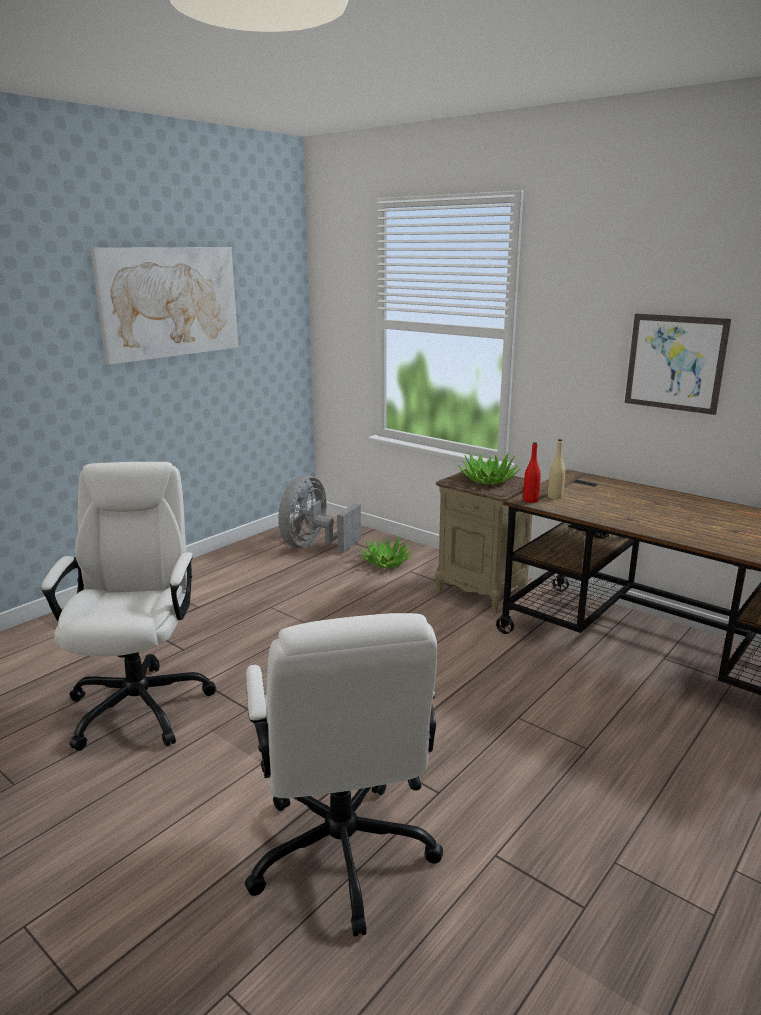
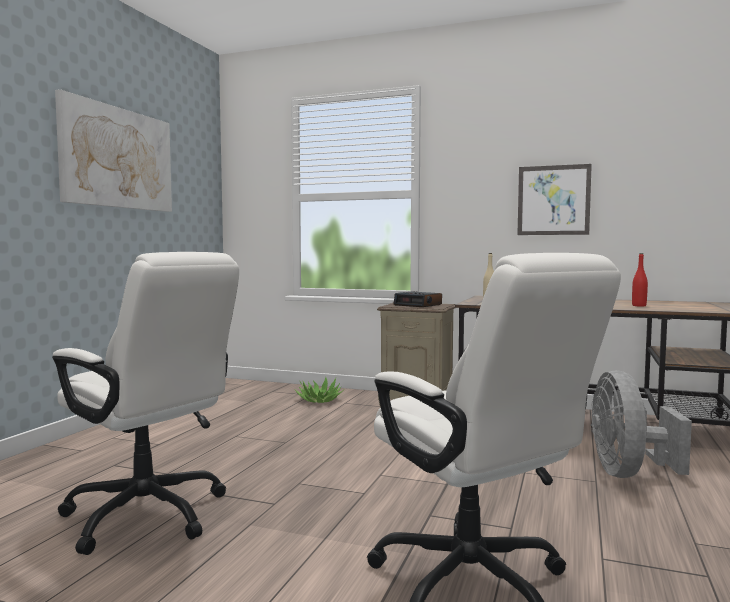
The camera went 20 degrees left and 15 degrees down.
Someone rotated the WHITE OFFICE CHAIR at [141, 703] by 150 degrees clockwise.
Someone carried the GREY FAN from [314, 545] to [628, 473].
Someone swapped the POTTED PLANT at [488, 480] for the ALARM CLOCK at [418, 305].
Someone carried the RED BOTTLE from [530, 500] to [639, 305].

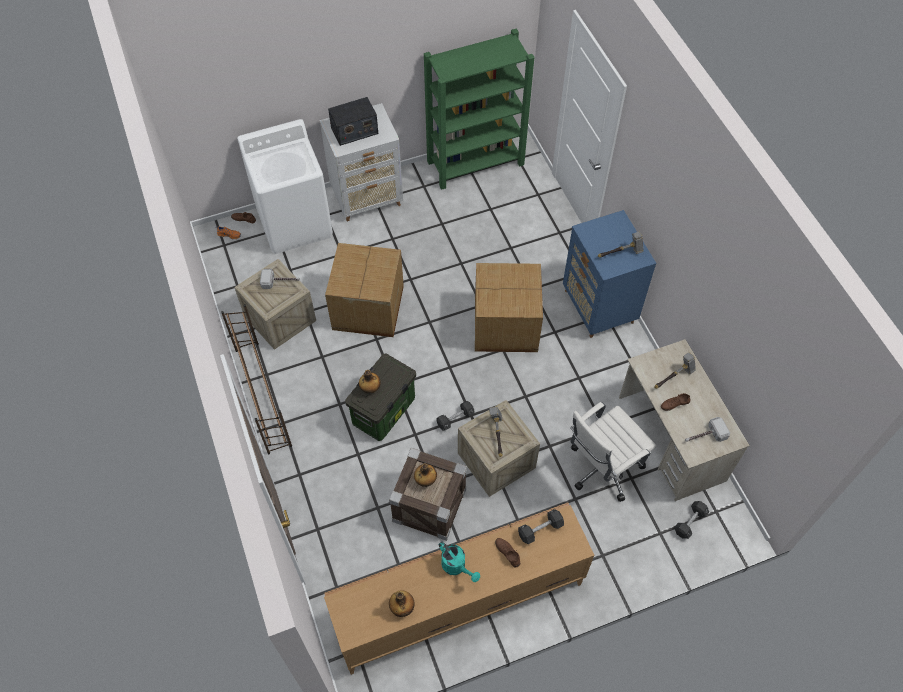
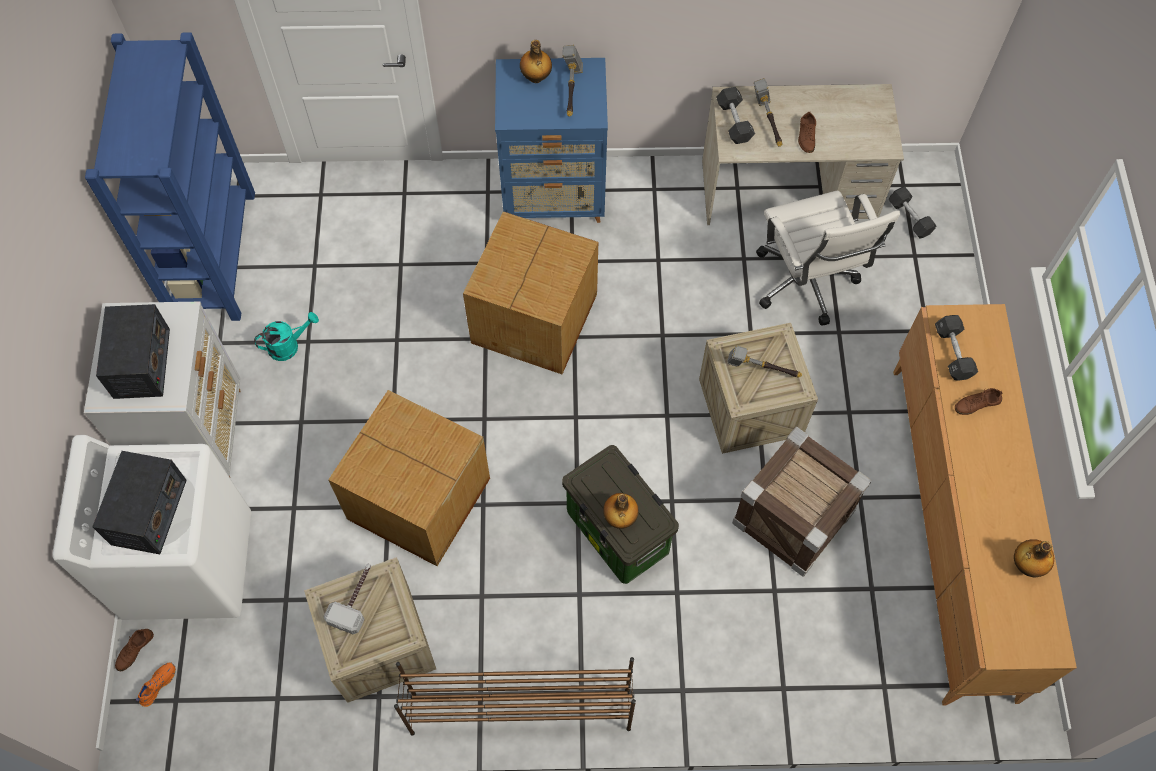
The camera went 70 degrees left and 5 degrees up.
Someone carried the BOTTLE from [425, 480] to [536, 78].
Someone repainted the GREEN BOOKCASE at [475, 163], which became the BLUE BOOKCASE at [213, 255].
Someone carried the BLACK DUMBBELL from [455, 419] to [734, 122].
Someone carried the TURQUOISE WATERING CAN from [457, 567] to [289, 345].
Someone took away the HAMMER at [704, 436].
Someone put down the RADIO at [149, 512].

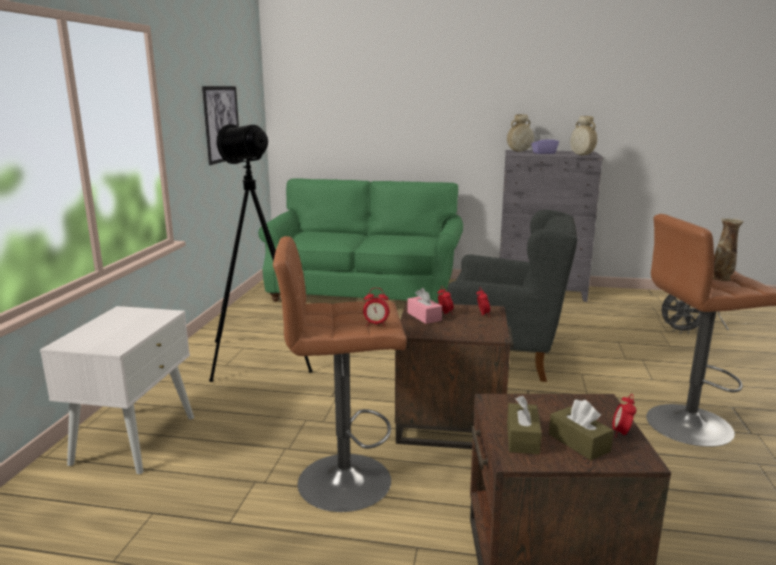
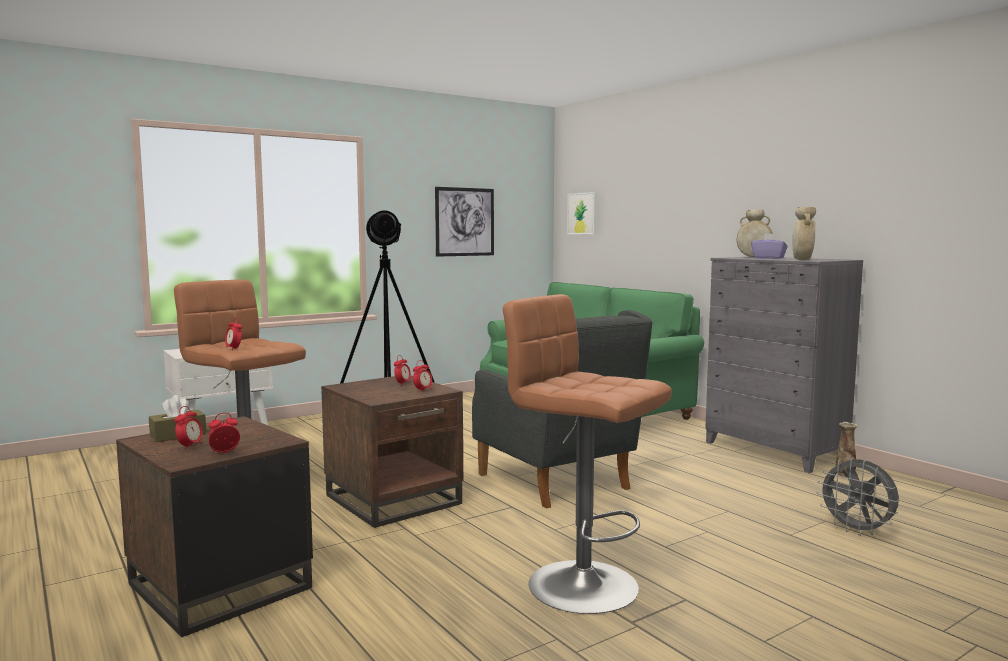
The camera went 45 degrees right and 10 degrees down.
Someone took away the PINK TISSUE BOX at [424, 316].
Someone swapped the BROWN TISSUE BOX at [579, 442] for the ALARM CLOCK at [190, 446].
Someone carried the VASE from [721, 278] to [845, 475].
Someone put up the PICTURE at [582, 213].

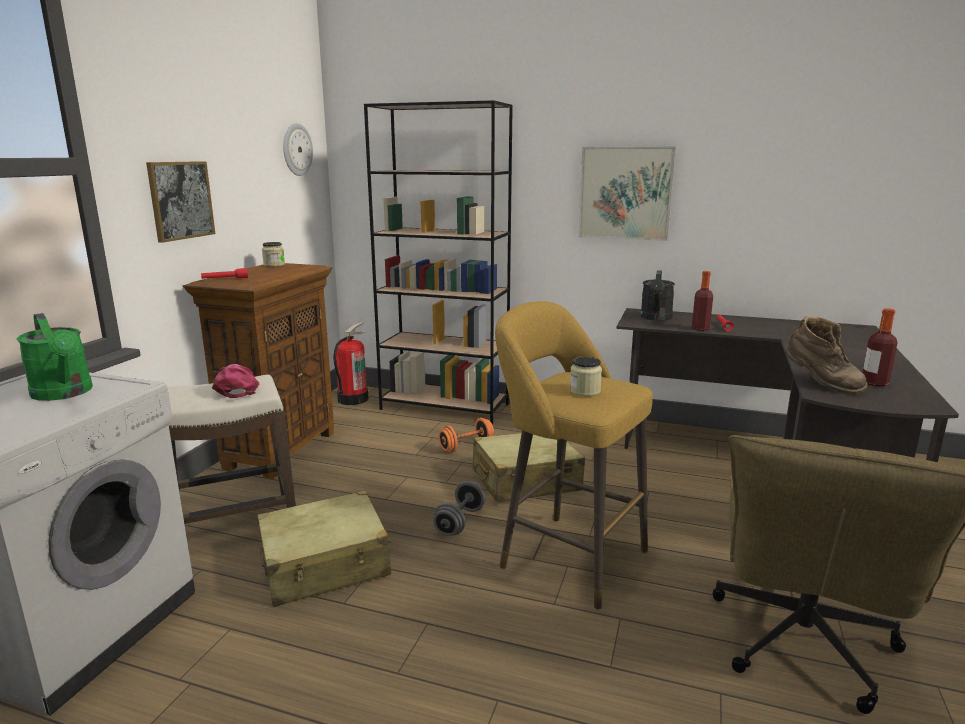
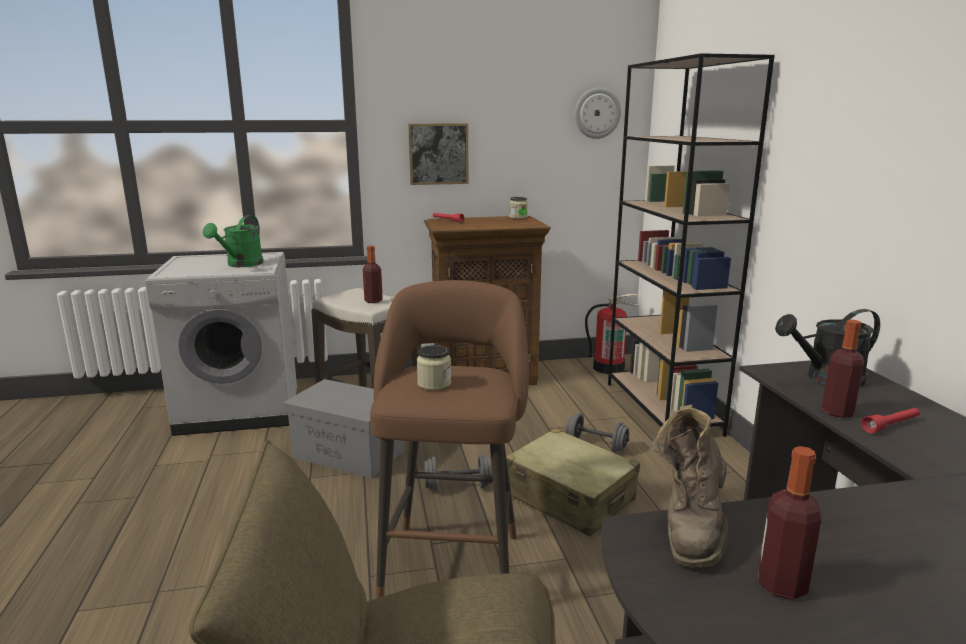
The camera went 60 degrees right and 0 degrees up.
Someone swapped the PINK CAP at [237, 389] for the BOTTLE at [373, 301].
Someone swapped the BEIGE SUITCASE at [325, 565] for the GREY STORAGE BOX at [350, 453].
Someone repainted the ORANGE DUMBBELL at [466, 447], which became the GREY DUMBBELL at [596, 445].
Someone repainted the YELLOW STOOL at [566, 555], which became the BROWN STOOL at [453, 562].
Someone took away the PICTURE at [625, 193].

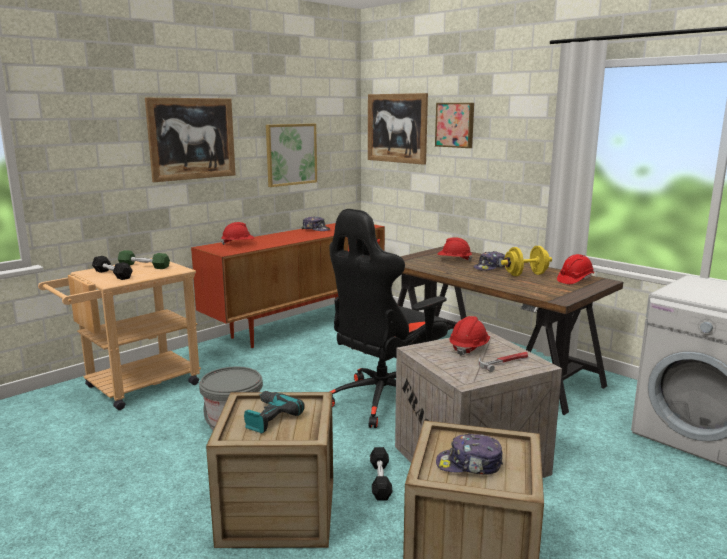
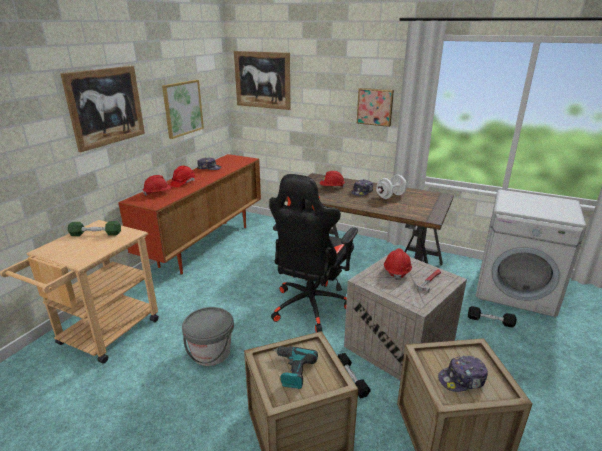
The camera went 20 degrees left and 10 degrees up.
Someone carried the BLACK DUMBBELL from [112, 274] to [490, 321].
Someone carried the PICTURE from [455, 125] to [375, 106].
Someone repainted the YELLOW DUMBBELL at [525, 275], which became the WHITE DUMBBELL at [390, 196].
Someone carried the RED HARD HAT from [574, 280] to [183, 183].

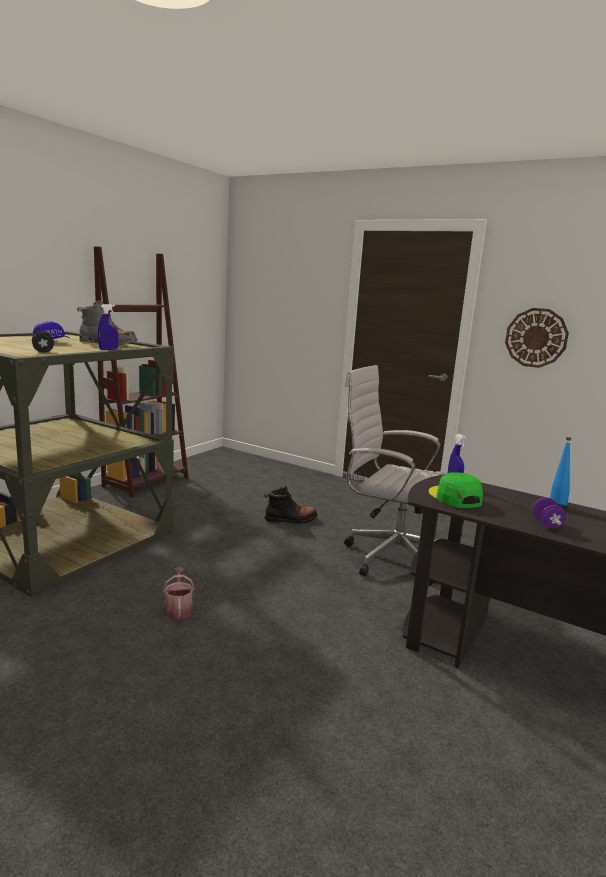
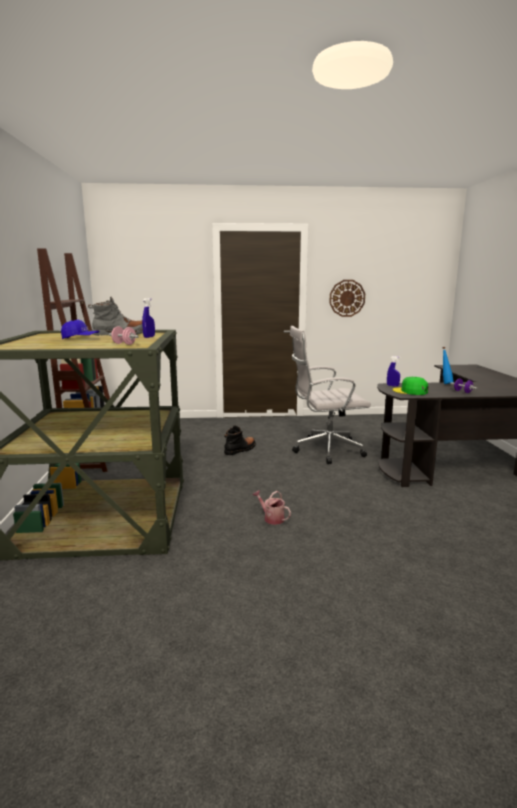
The camera went 35 degrees left and 0 degrees up.
Someone repainted the BLACK DUMBBELL at [43, 351], which became the PINK DUMBBELL at [124, 344].

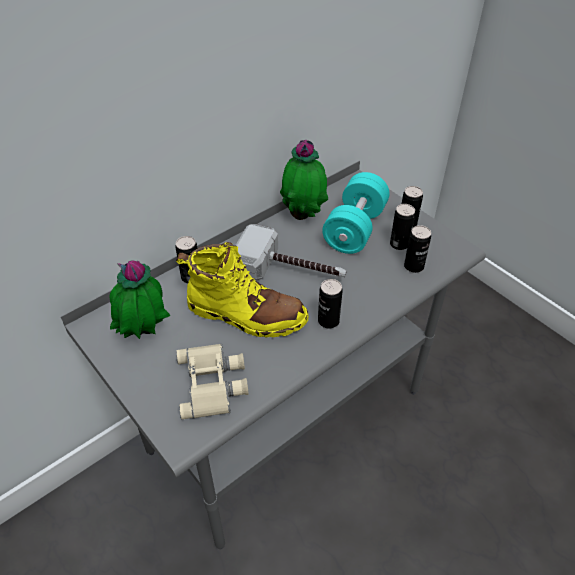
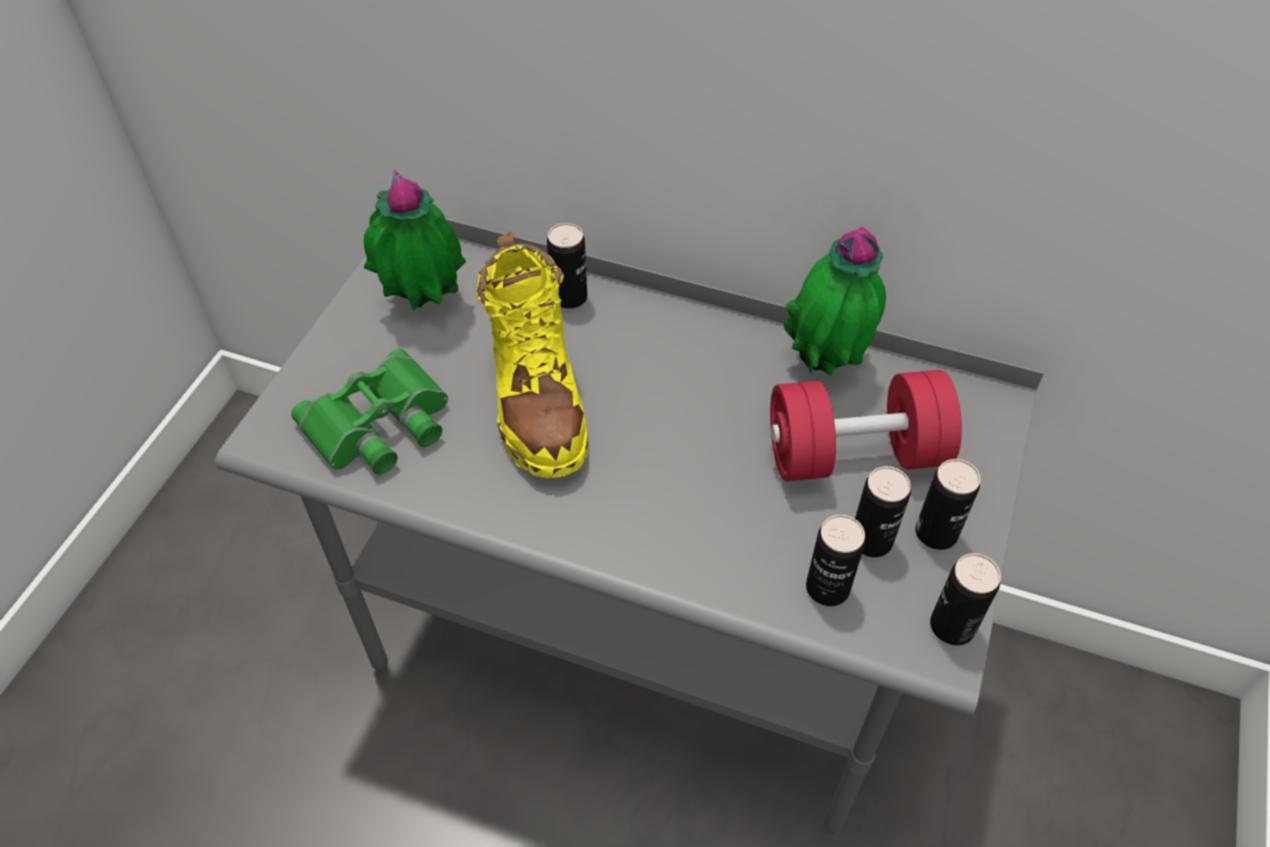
The camera went 60 degrees right and 5 degrees up.
Someone repainted the BEIGE BINOCULARS at [213, 383], which became the GREEN BINOCULARS at [380, 425].
Someone took away the HAMMER at [290, 270].
Someone carried the CAN from [328, 321] to [952, 626].
Someone repainted the TURQUOISE DUMBBELL at [355, 229], which became the RED DUMBBELL at [854, 454].

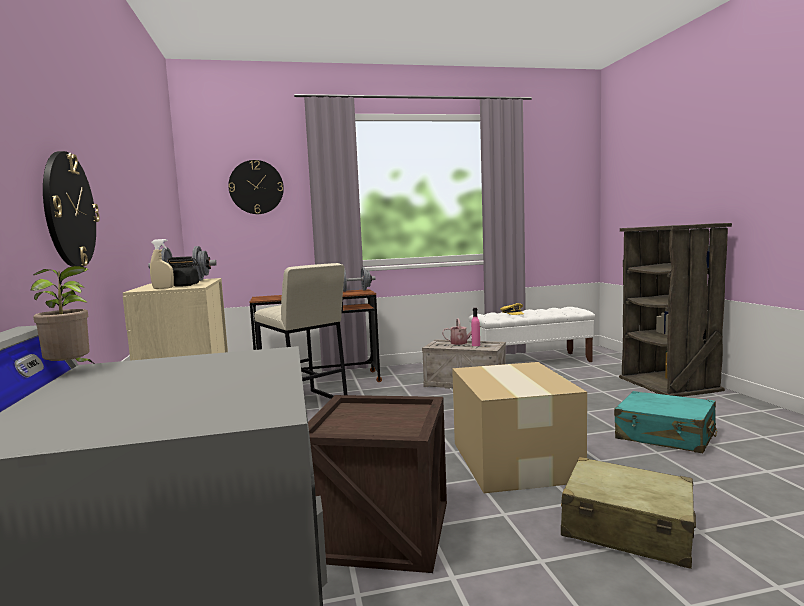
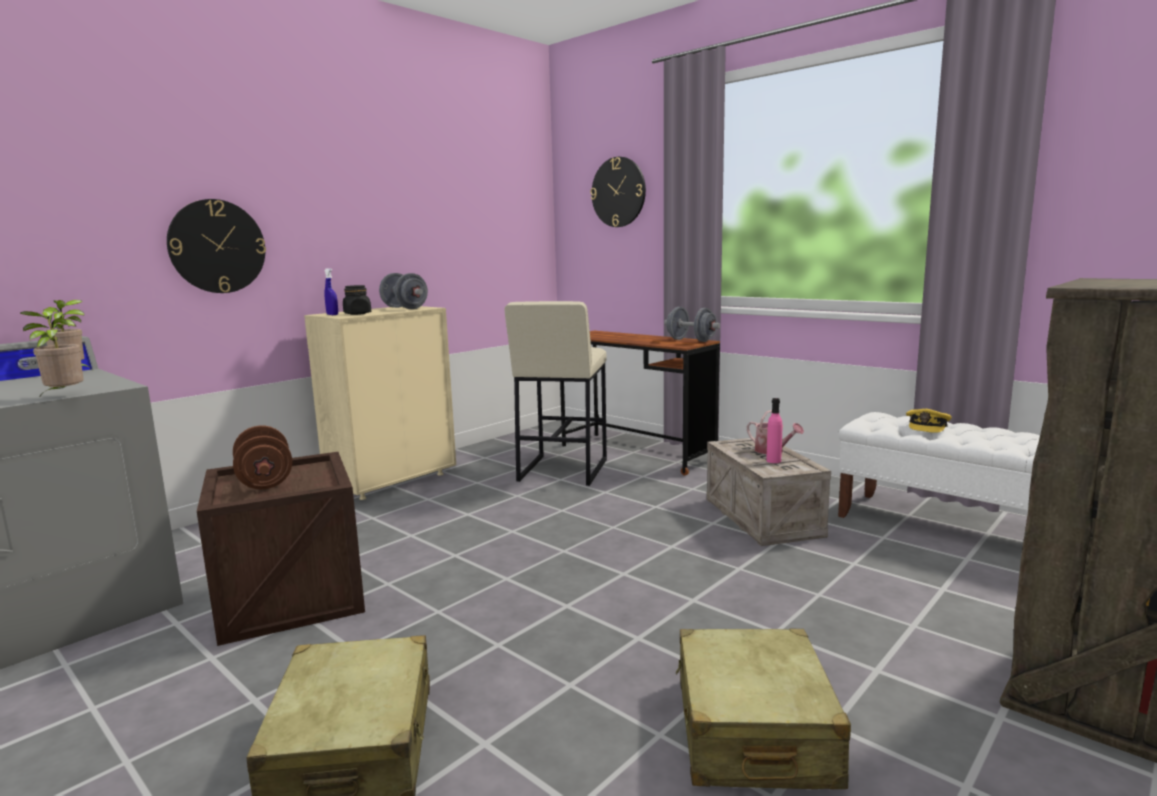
The camera went 55 degrees right and 5 degrees up.
Someone repainted the BEIGE SPRAY BOTTLE at [163, 288], which became the BLUE SPRAY BOTTLE at [332, 315].
Someone took away the CARDBOARD BOX at [514, 460].
Someone repainted the TURQUOISE SUITCASE at [665, 436], which became the BEIGE SUITCASE at [753, 732].
Someone put down the POTTED PLANT at [63, 396].
Someone put down the BROWN DUMBBELL at [265, 481].

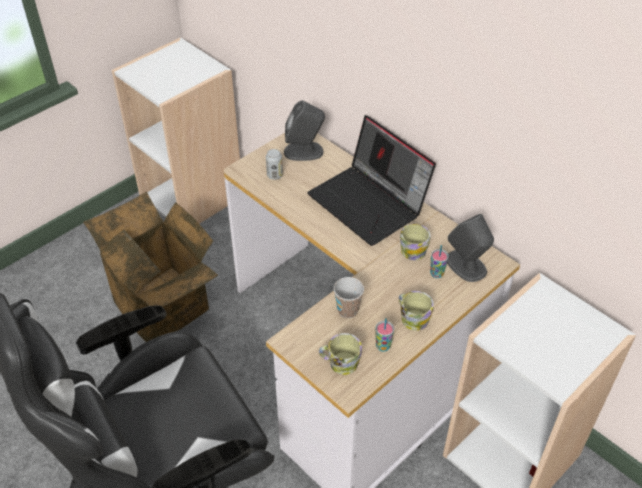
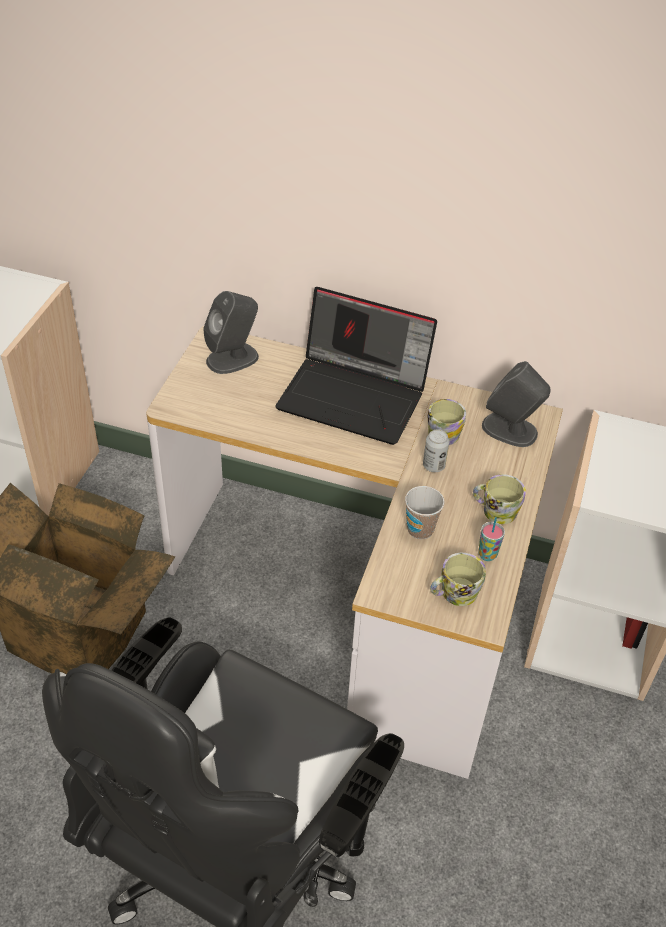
The camera went 30 degrees left and 0 degrees up.
Someone carried the CAN from [274, 175] to [433, 466].
Someone took away the CUP at [436, 274].

